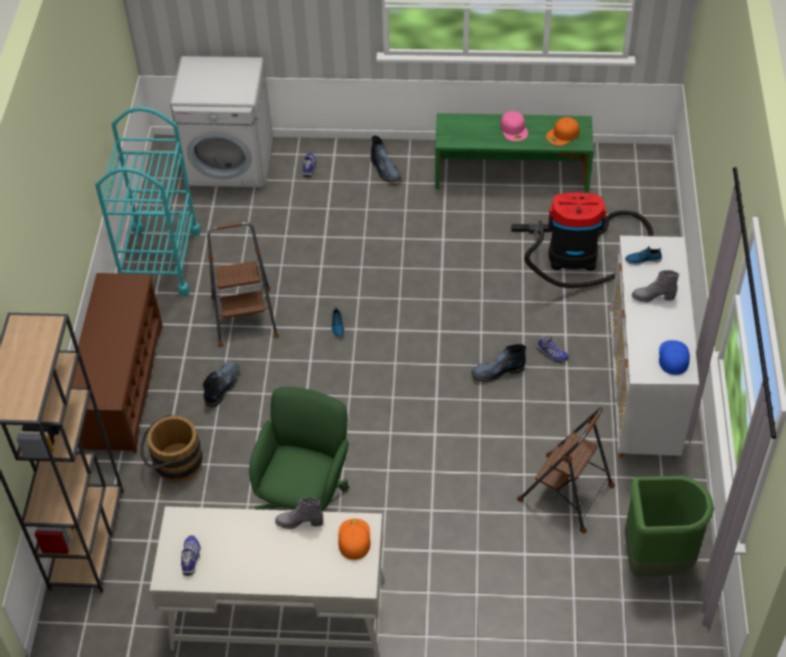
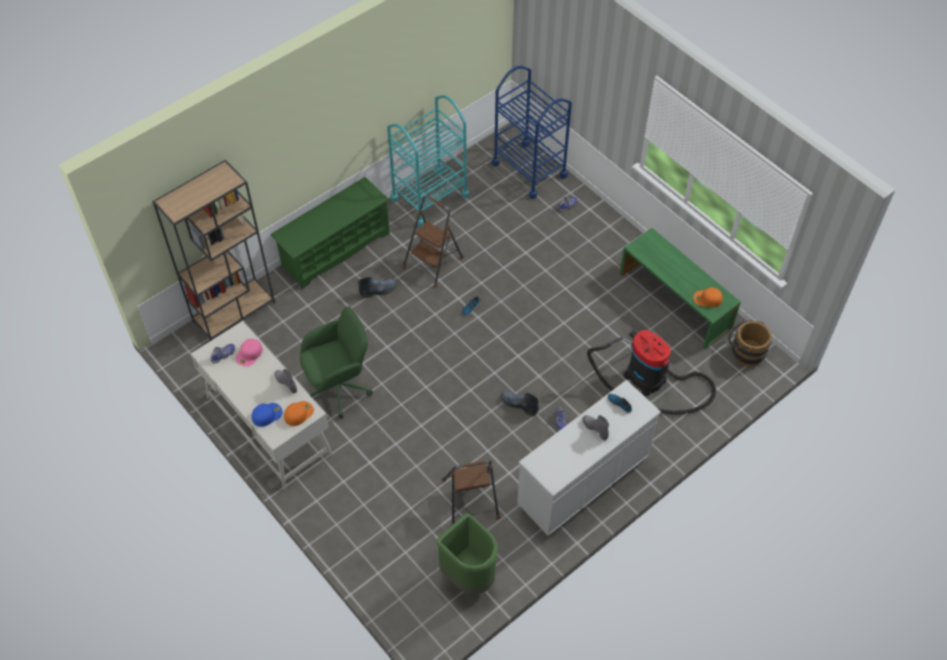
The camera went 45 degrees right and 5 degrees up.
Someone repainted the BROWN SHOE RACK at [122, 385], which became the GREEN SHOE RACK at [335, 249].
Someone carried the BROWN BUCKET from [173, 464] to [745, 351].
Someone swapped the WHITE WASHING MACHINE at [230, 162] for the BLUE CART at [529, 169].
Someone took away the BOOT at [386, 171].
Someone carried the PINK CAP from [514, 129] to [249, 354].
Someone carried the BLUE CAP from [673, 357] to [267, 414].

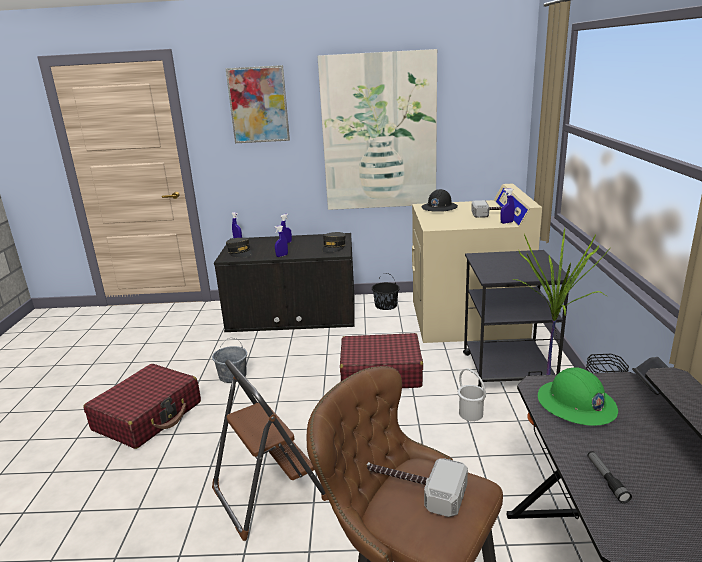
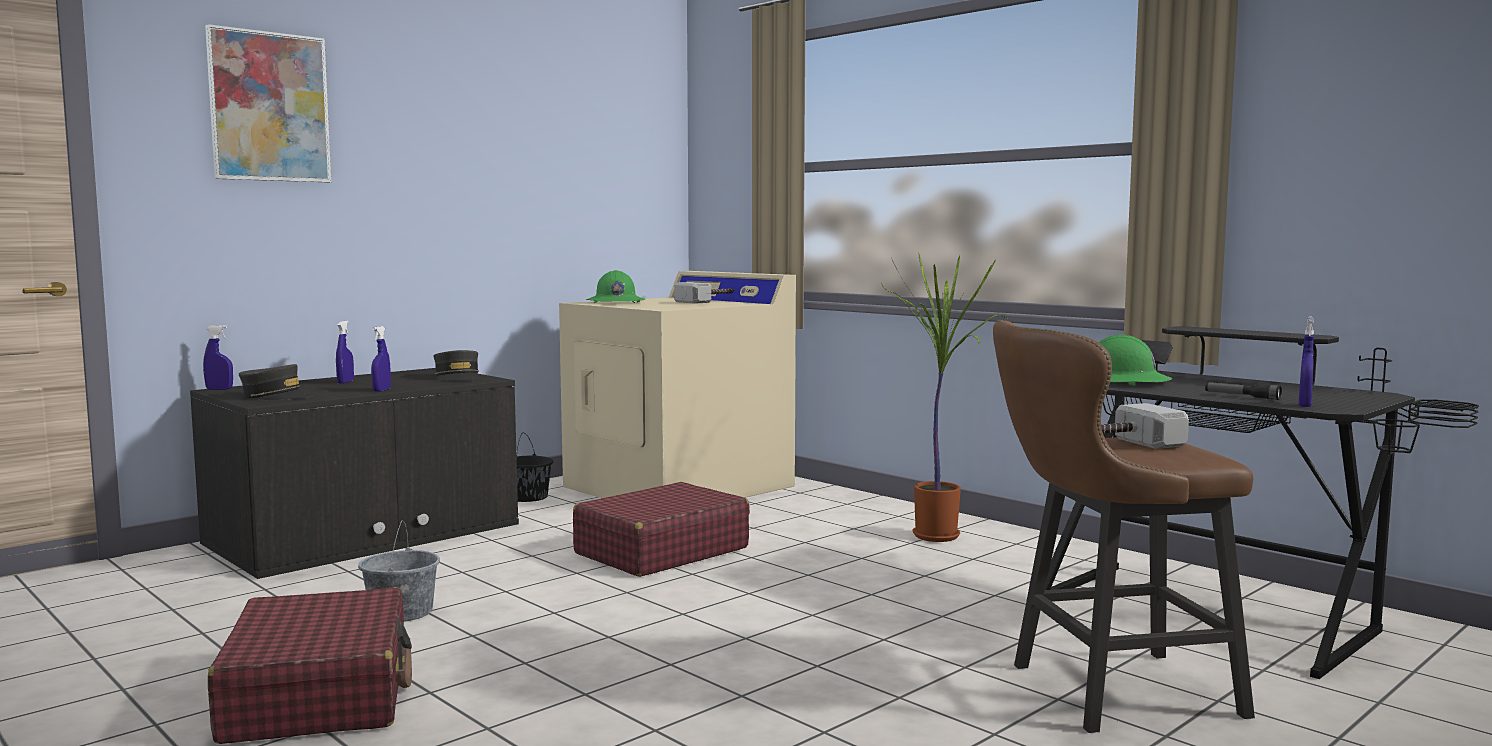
The camera went 45 degrees left and 15 degrees down.
Someone took away the BROWN STEP LADDER at [265, 494].
Someone took away the PICTURE at [379, 133].
Someone repainted the BLACK HARD HAT at [439, 208], which became the GREEN HARD HAT at [615, 302].
Someone took away the WHITE BUCKET at [471, 413].
Someone took away the BLACK CART at [508, 372].
Someone carried the BLUE SPRAY BOTTLE from [506, 222] to [1304, 405].

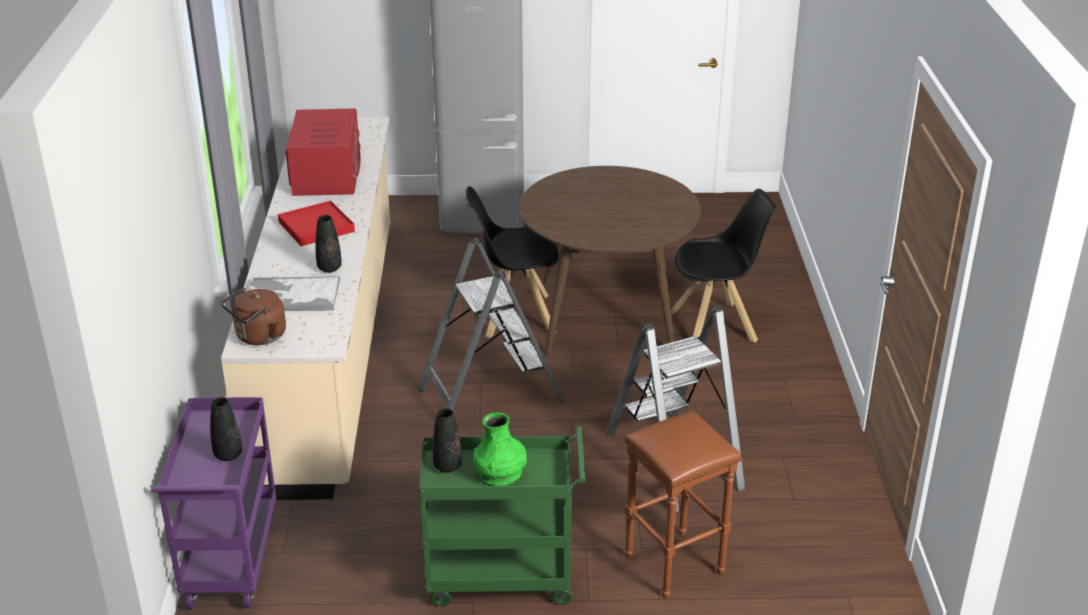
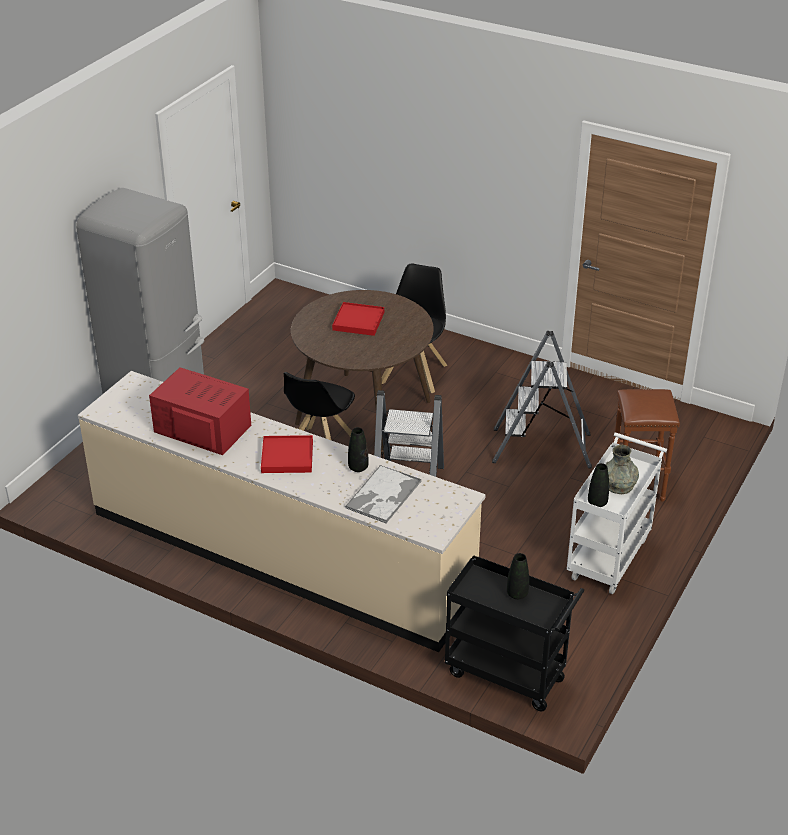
The camera went 60 degrees left and 5 degrees up.
Someone repainted the PURPLE CART at [231, 565], which became the BLACK CART at [508, 678].
Someone took away the BROWN KETTLE at [258, 337].
Someone repainted the GREEN CART at [504, 583], which became the WHITE CART at [609, 558].
Someone repainted the GREEN VASE at [500, 473], which became the GREY VASE at [619, 484].
Someone put down the RED TRAY at [358, 321].

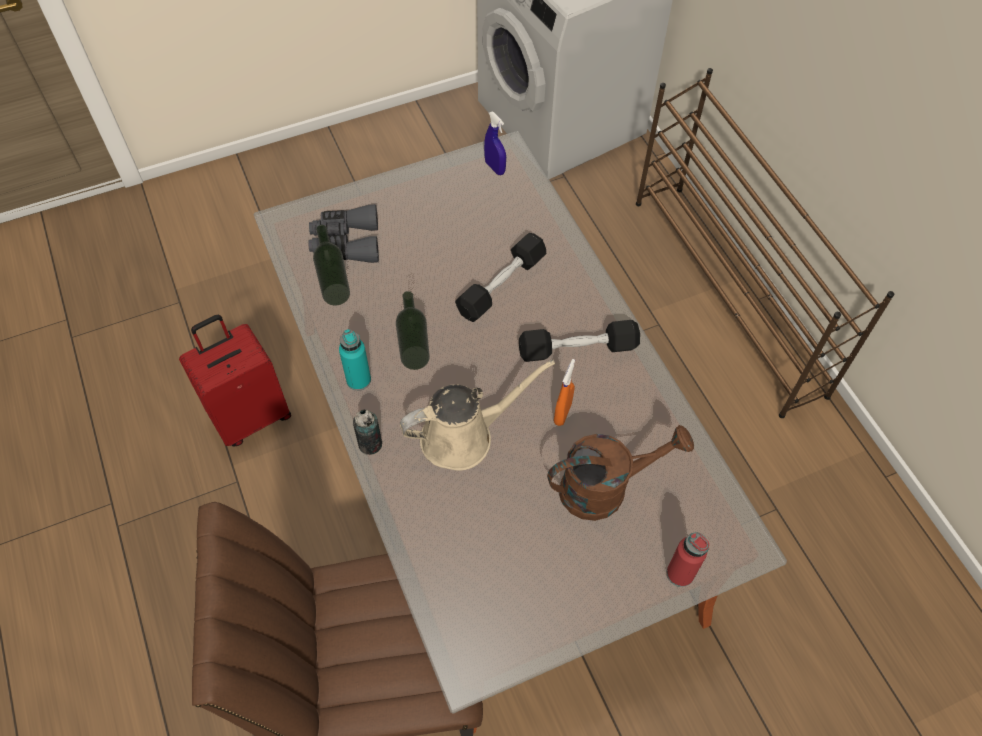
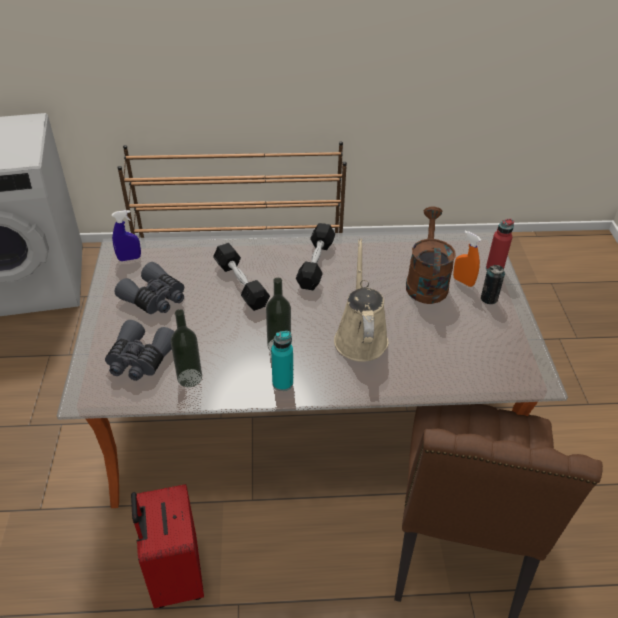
The camera went 70 degrees left and 15 degrees down.
Someone carried the CAN from [370, 444] to [489, 298].
Someone carried the ORANGE SPRAY BOTTLE from [562, 413] to [463, 281].
Someone put down the GREY BINOCULARS at [155, 298].

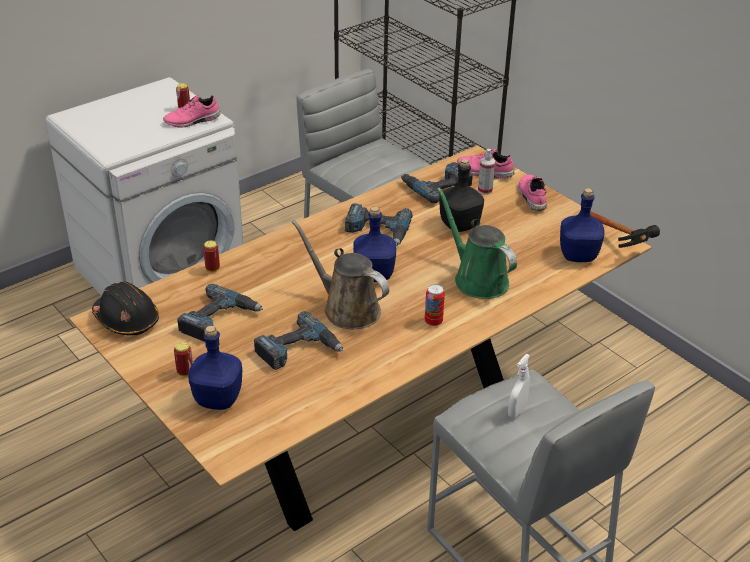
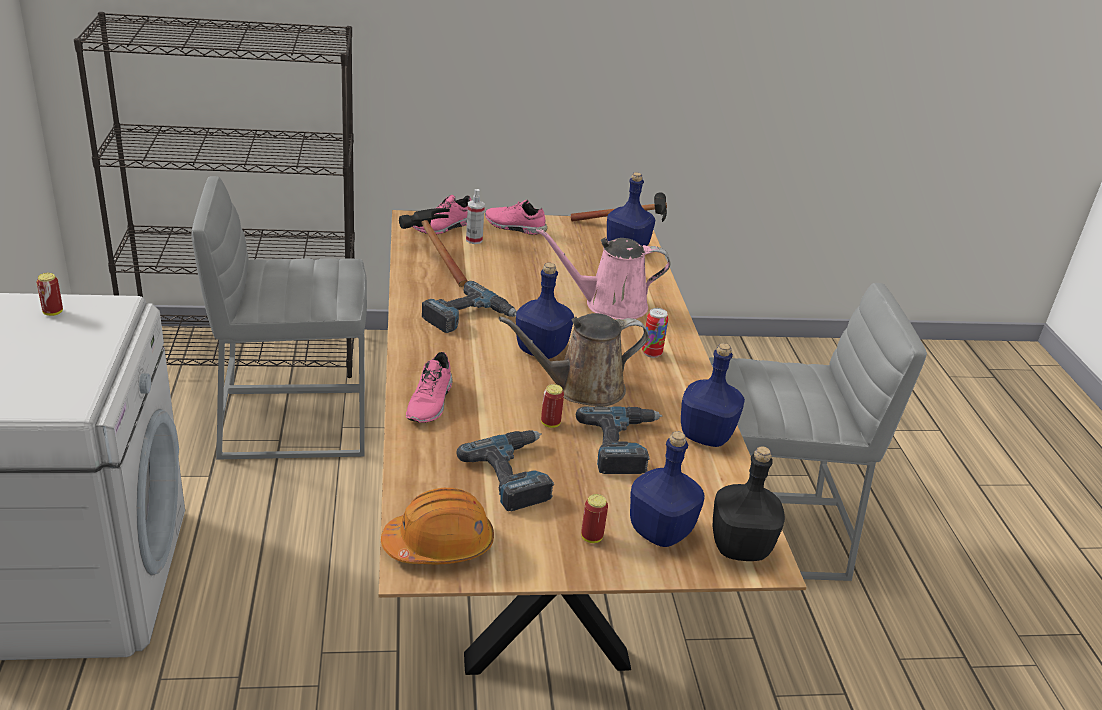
The camera went 60 degrees left and 5 degrees down.
Someone repainted the BLACK HARD HAT at [126, 320], which became the ORANGE HARD HAT at [439, 544].
Someone carried the PINK SHOE from [192, 121] to [431, 403].
Someone carried the CAN from [212, 269] to [550, 423].
Someone swapped the POWER DRILL at [436, 186] for the HAMMER at [433, 257].
Someone repainted the GREEN WATERING CAN at [477, 279], which became the PINK WATERING CAN at [609, 305].
Someone carried the BLACK BOTTLE from [460, 225] to [741, 547].
Someone took away the WHITE SPRAY BOTTLE at [517, 411].
Someone put down the BLUE BOTTLE at [704, 435].

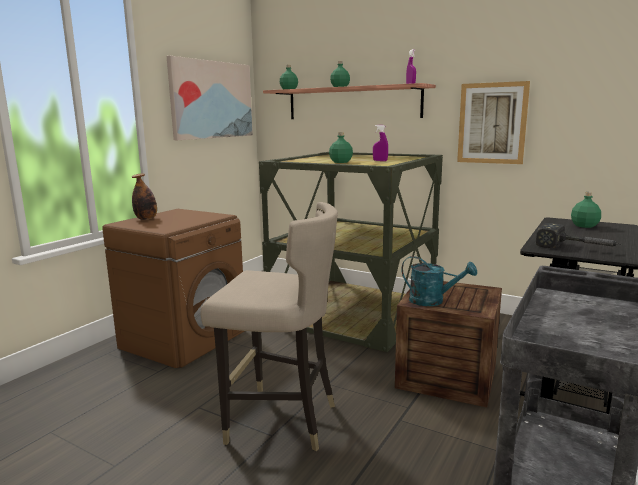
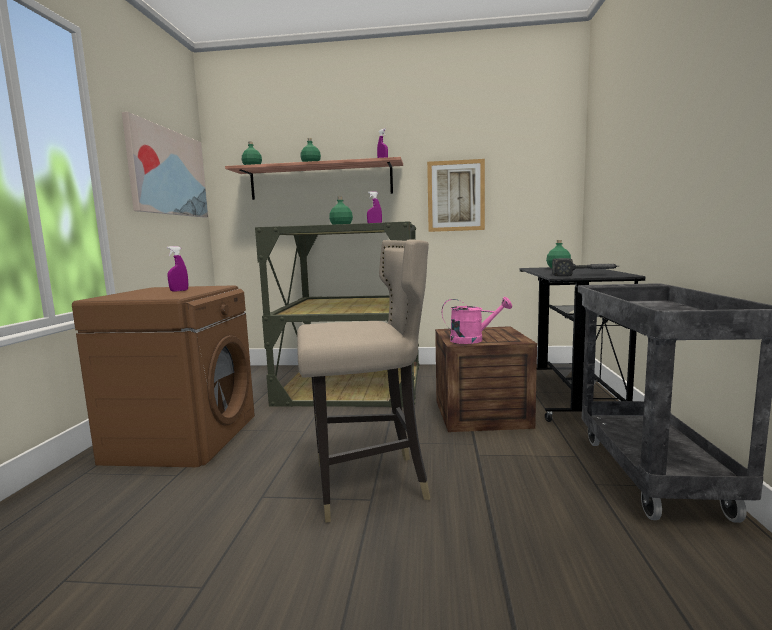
The camera went 25 degrees left and 5 degrees down.
Someone took away the BOTTLE at [146, 219].
Someone repainted the TURQUOISE WATERING CAN at [433, 301], which became the PINK WATERING CAN at [472, 340].
Someone put down the PURPLE SPRAY BOTTLE at [179, 291].

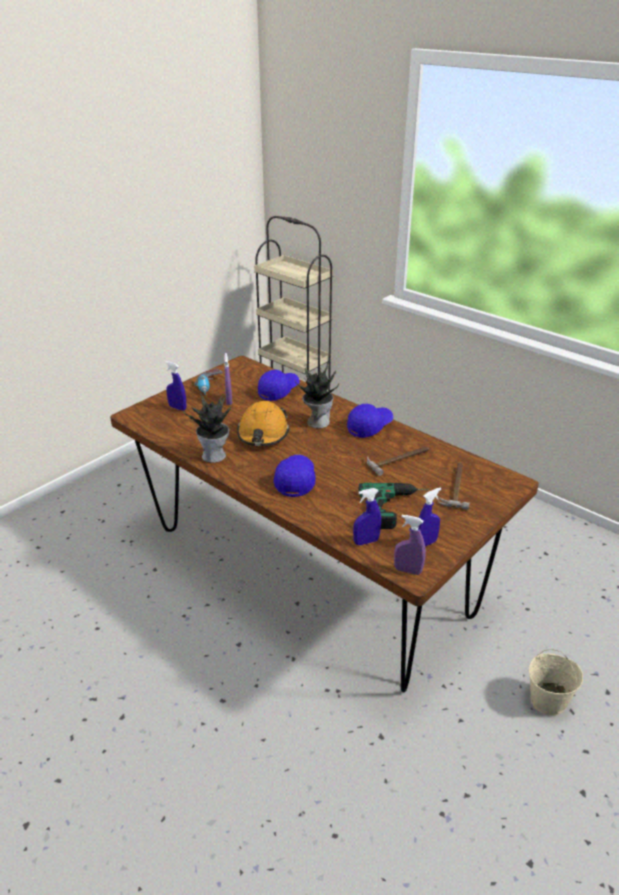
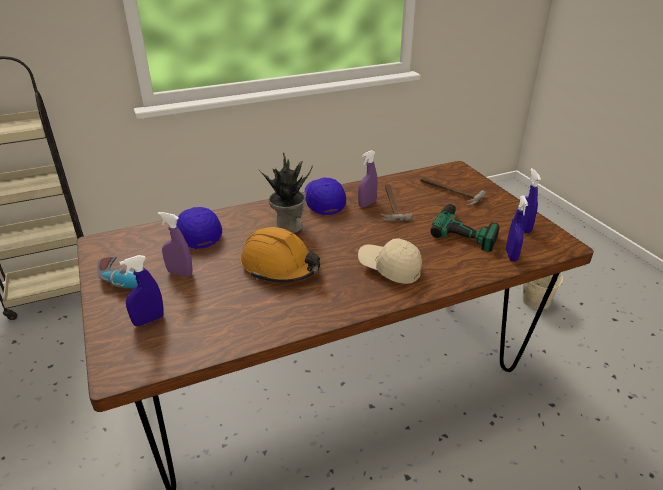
The camera went 65 degrees left and 0 degrees up.
Someone took away the POTTED PLANT at [215, 456].
Someone repainted the BLUE CAP at [295, 480], which became the BEIGE CAP at [389, 269].
Someone carried the PURPLE SPRAY BOTTLE from [408, 570] to [367, 204].

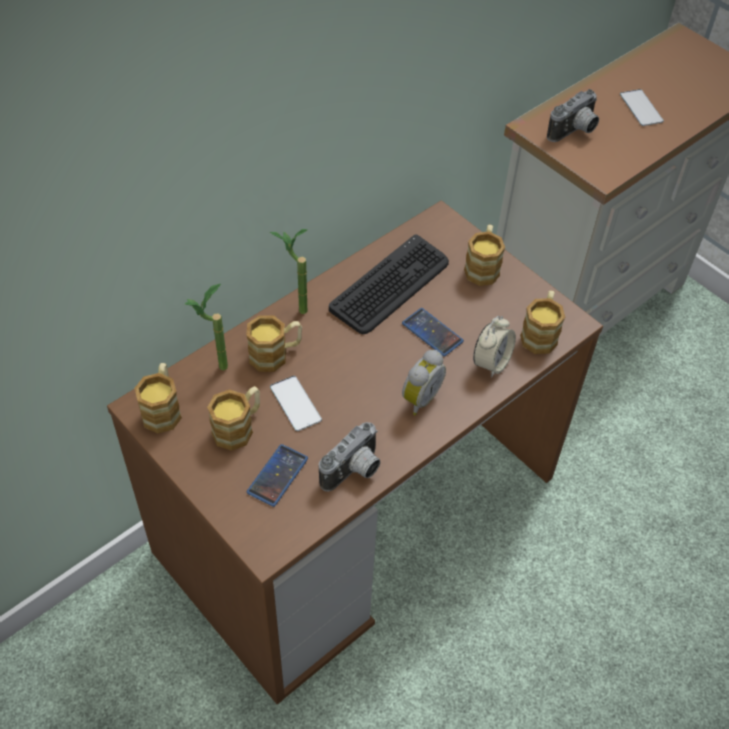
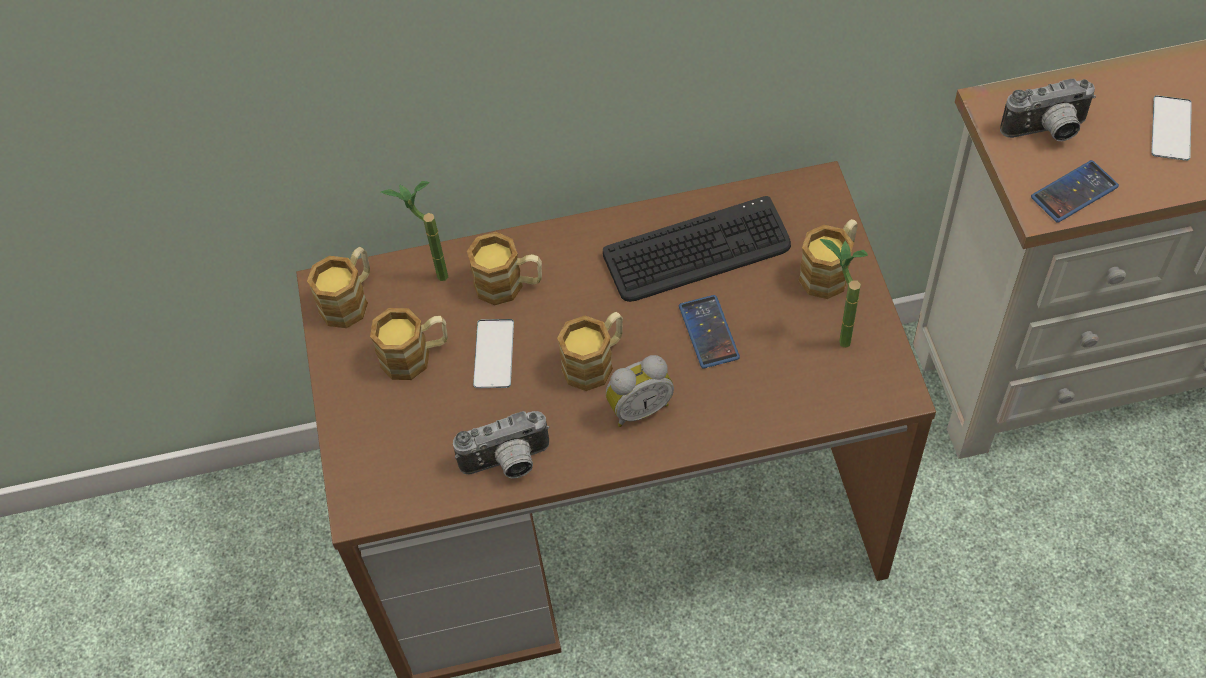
The camera went 35 degrees right and 5 degrees up.
Someone carried the PHONE from [277, 475] to [1074, 192].
Someone carried the POTTED PLANT from [294, 309] to [834, 336].
Someone took away the ALARM CLOCK at [491, 363].
Someone carried the MUG from [540, 333] to [595, 361].

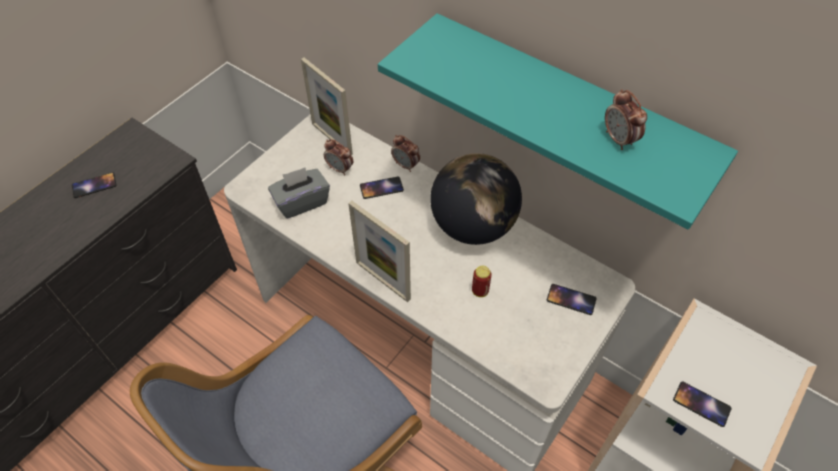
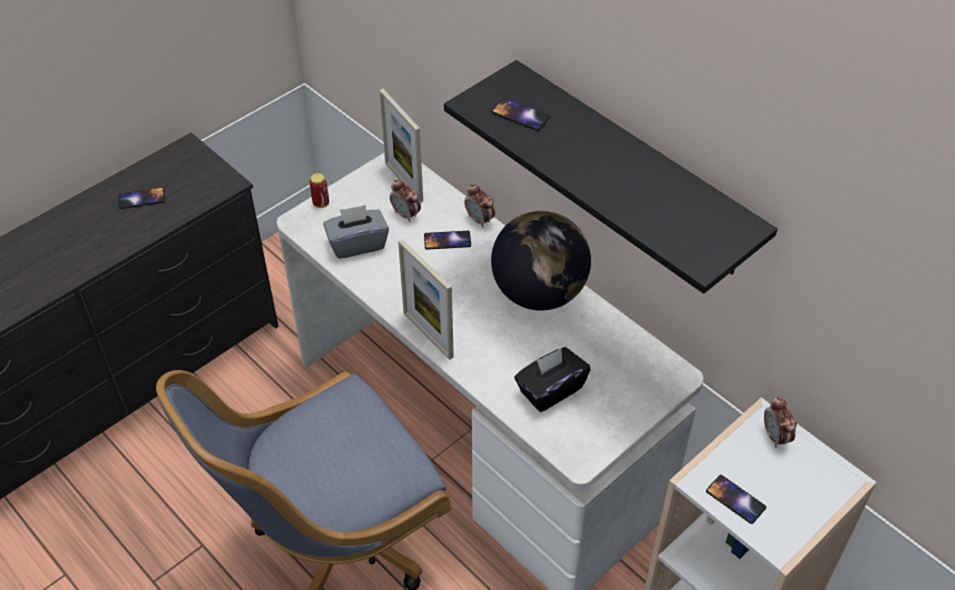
The camera went 10 degrees right and 5 degrees down.
Someone repainted the TURQUOISE SHELF at [567, 107], which became the BLACK SHELF at [633, 170].
Someone carried the CAN from [480, 291] to [321, 203].
Someone carried the PHONE from [571, 299] to [520, 115].
Someone carried the ALARM CLOCK from [619, 139] to [775, 437].
Someone put down the BLACK TISSUE BOX at [550, 390].

